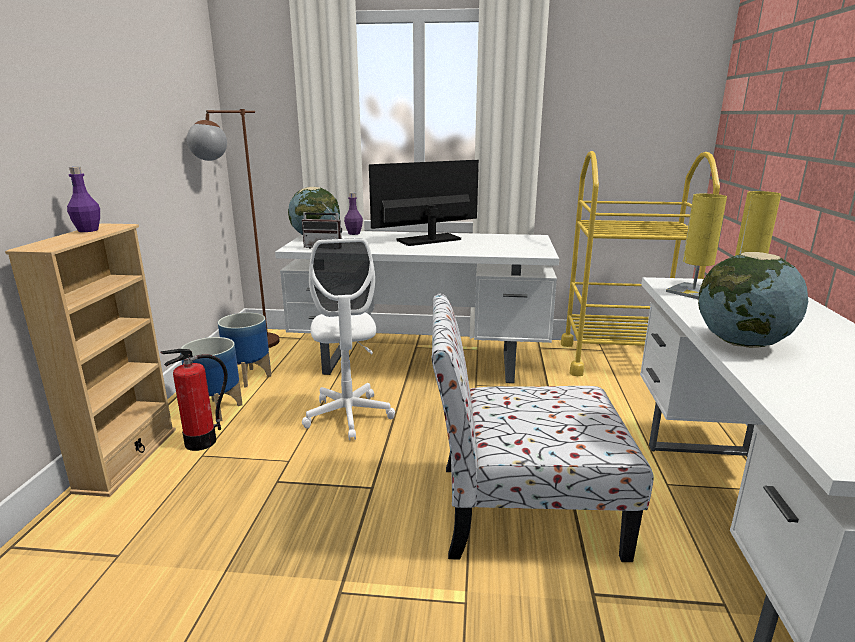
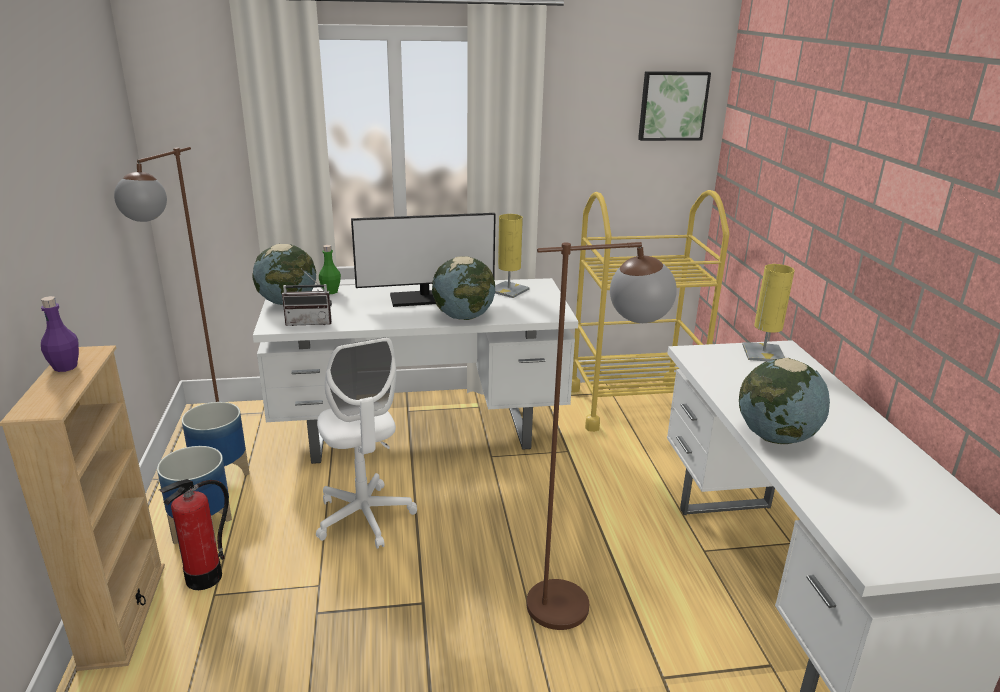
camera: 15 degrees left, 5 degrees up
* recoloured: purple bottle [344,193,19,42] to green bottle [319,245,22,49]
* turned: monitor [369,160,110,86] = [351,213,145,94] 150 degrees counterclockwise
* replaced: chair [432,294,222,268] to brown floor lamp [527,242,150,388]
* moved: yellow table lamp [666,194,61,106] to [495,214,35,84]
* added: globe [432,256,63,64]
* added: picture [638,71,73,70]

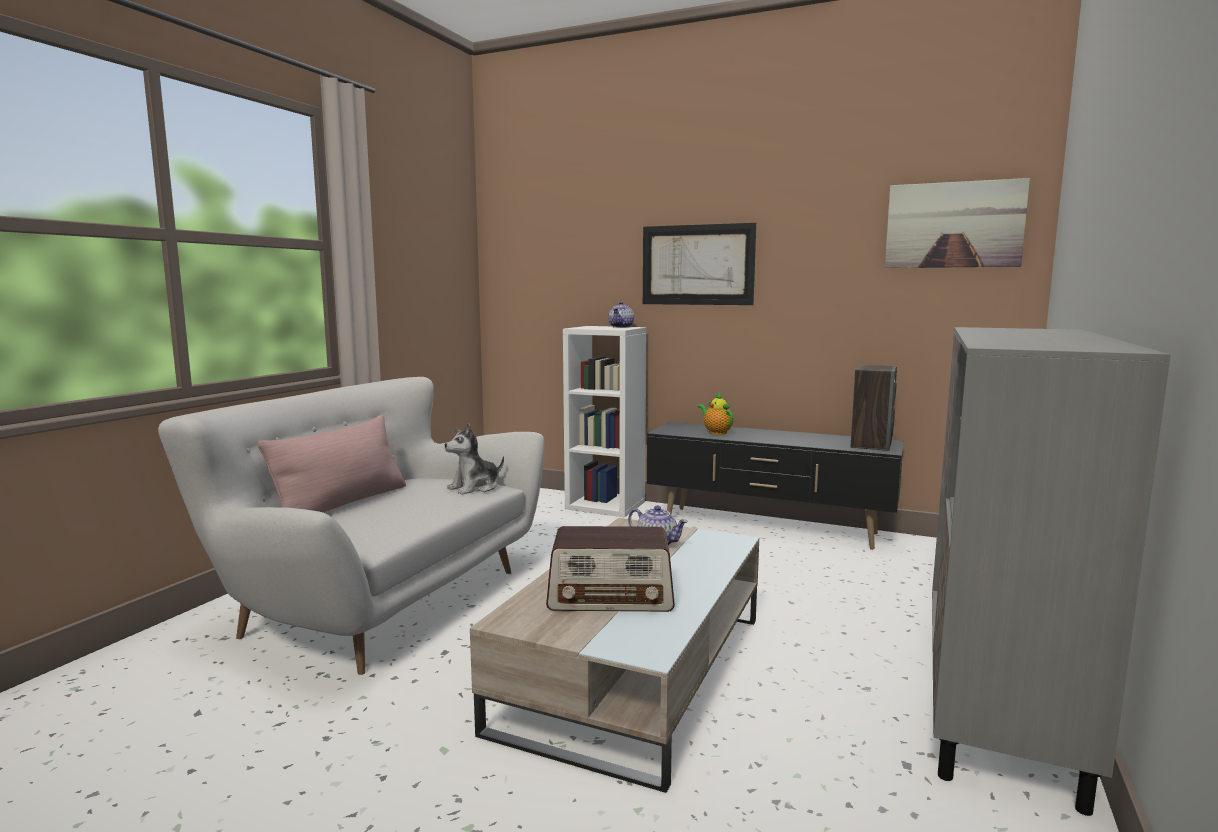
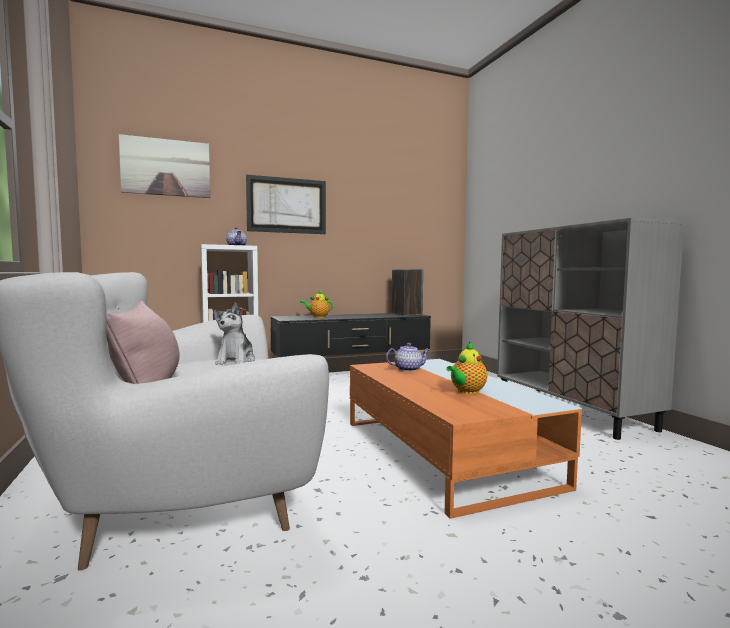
camera: 45 degrees left, 5 degrees down
* recoloured: beige coffee table [470,518,289,275] to orange coffee table [350,359,232,160]
* replaced: radio [546,526,129,86] to teapot [446,342,41,52]
* moved: picture [885,178,145,90] to [119,134,91,64]

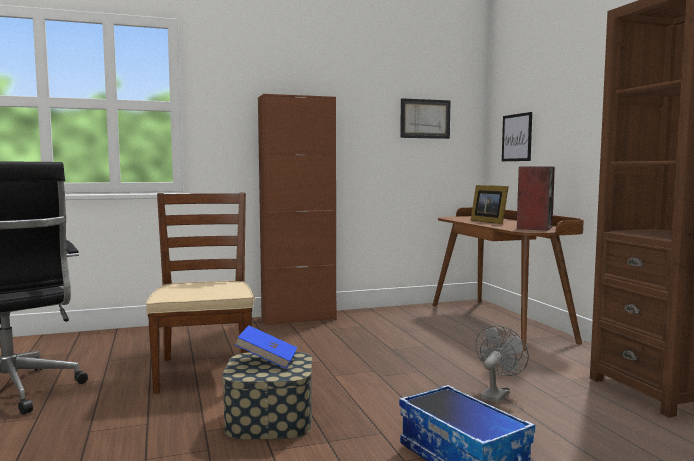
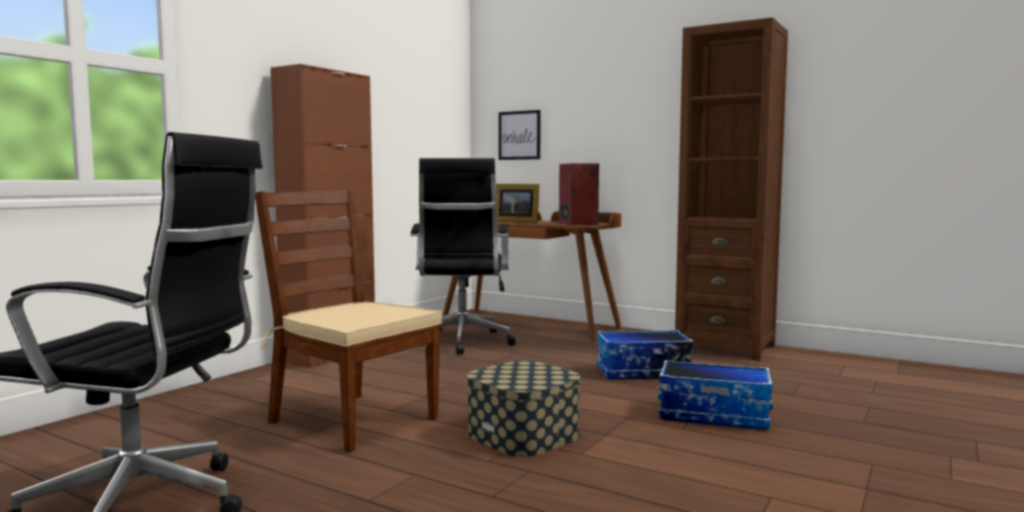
camera: 40 degrees left, 0 degrees up
* removed: blue book [234,326,63,43]
* removed: picture [400,98,50,41]
* replaced: grey fan [475,325,54,78] to storage box [597,330,97,50]
* added: black office chair [410,158,106,197]

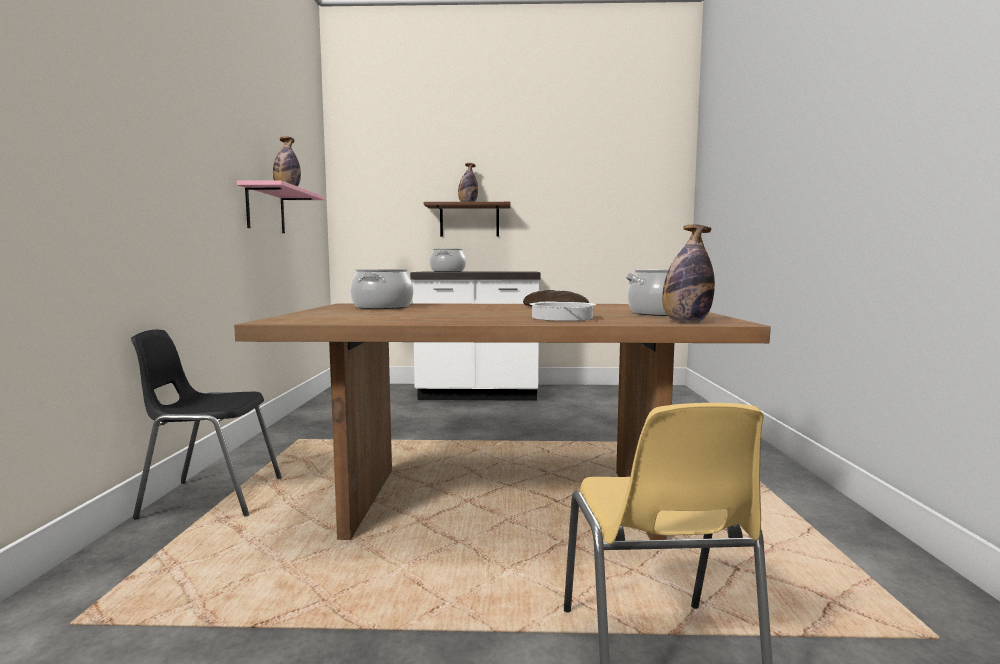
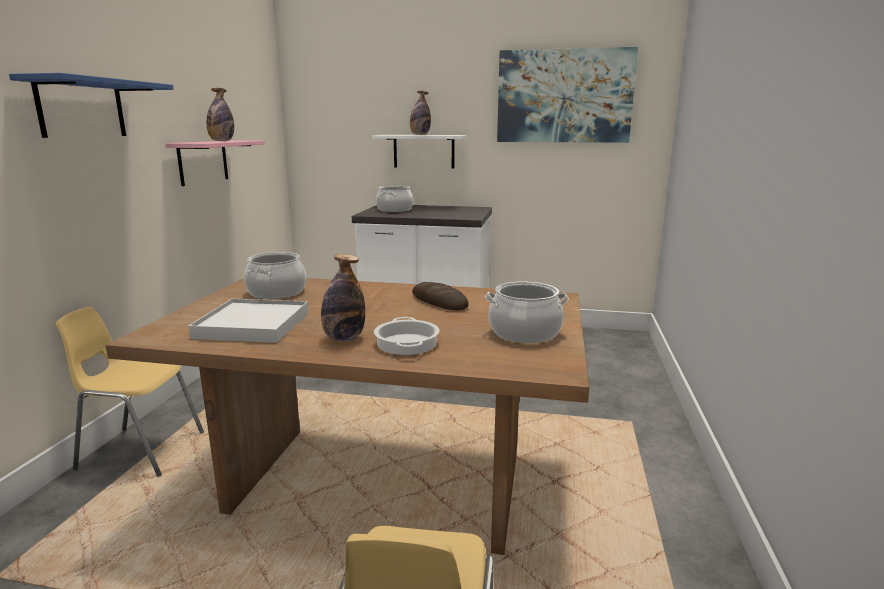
camera: 10 degrees right, 10 degrees up
* recoloured: black chair [131,330,151,189] to yellow chair [56,307,148,170]
* recoloured: brown shelf [424,202,87,34] to white shelf [372,135,95,33]
* moved: bottle [662,225,53,97] to [321,254,44,87]
* added: blue shelf [9,73,165,65]
* added: white tray [188,299,121,44]
* added: picture [497,47,141,96]

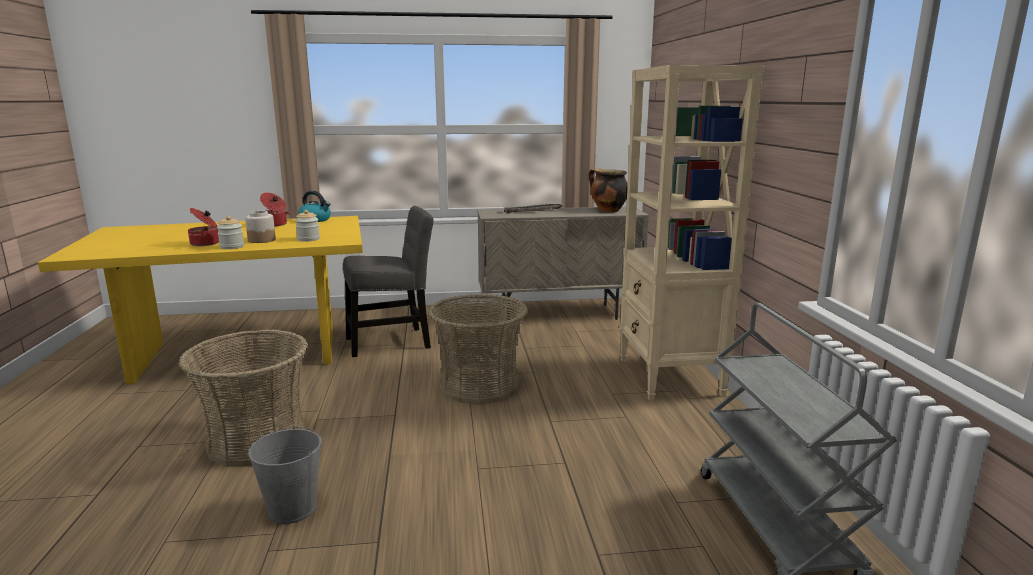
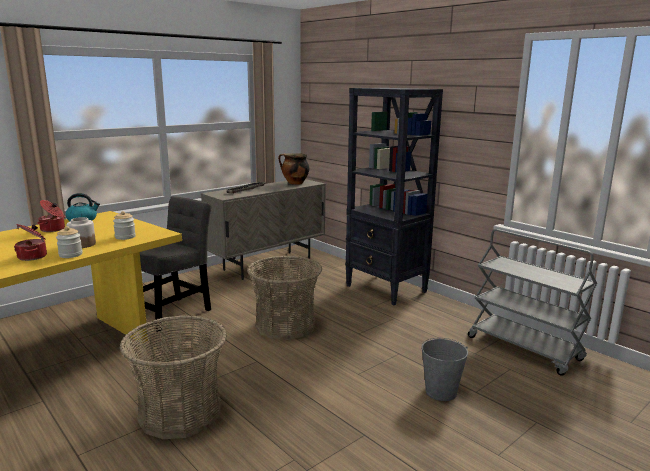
camera: 35 degrees left, 0 degrees up
* moved: grey bucket [248,427,74,97] to [421,338,47,63]
* recoloured: beige bookcase [619,65,145,336] to black bookcase [345,88,98,218]

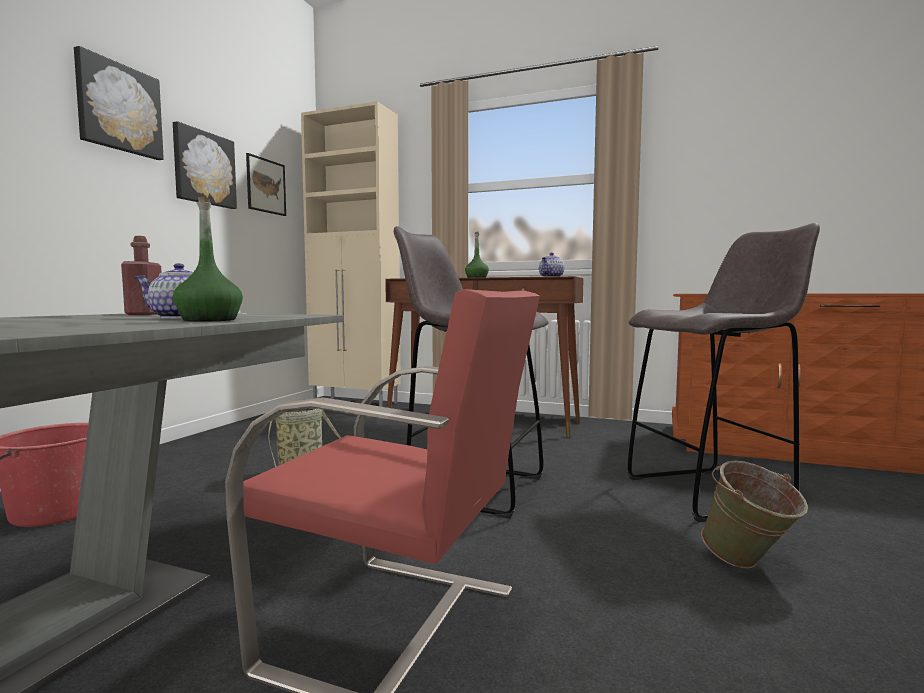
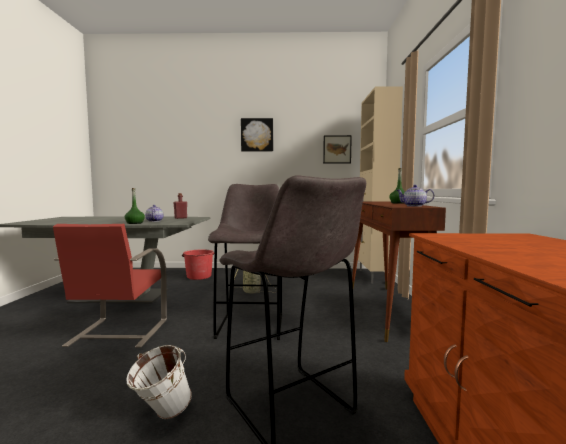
camera: 70 degrees right, 0 degrees up
* removed: picture [173,121,64,88]
* recoloured: green bucket [701,460,107,109] to white bucket [126,345,66,74]

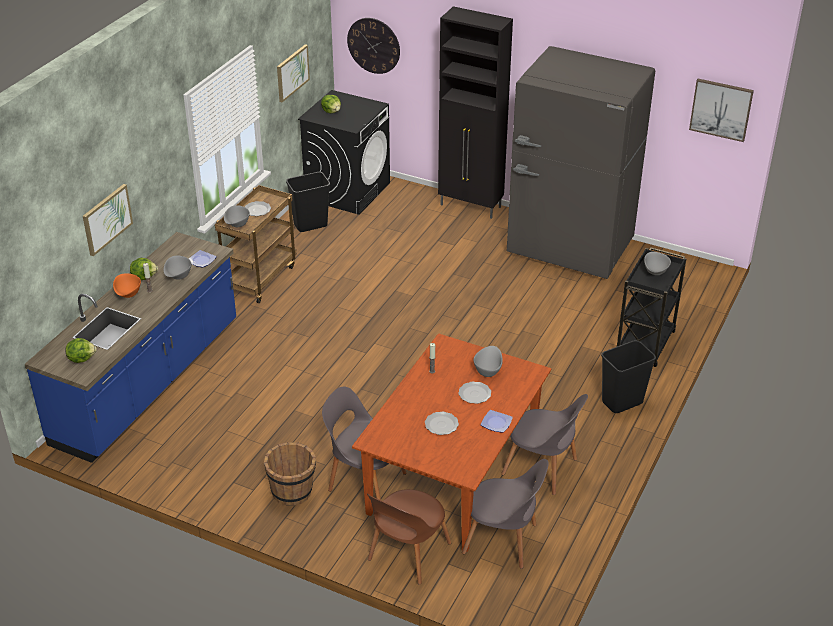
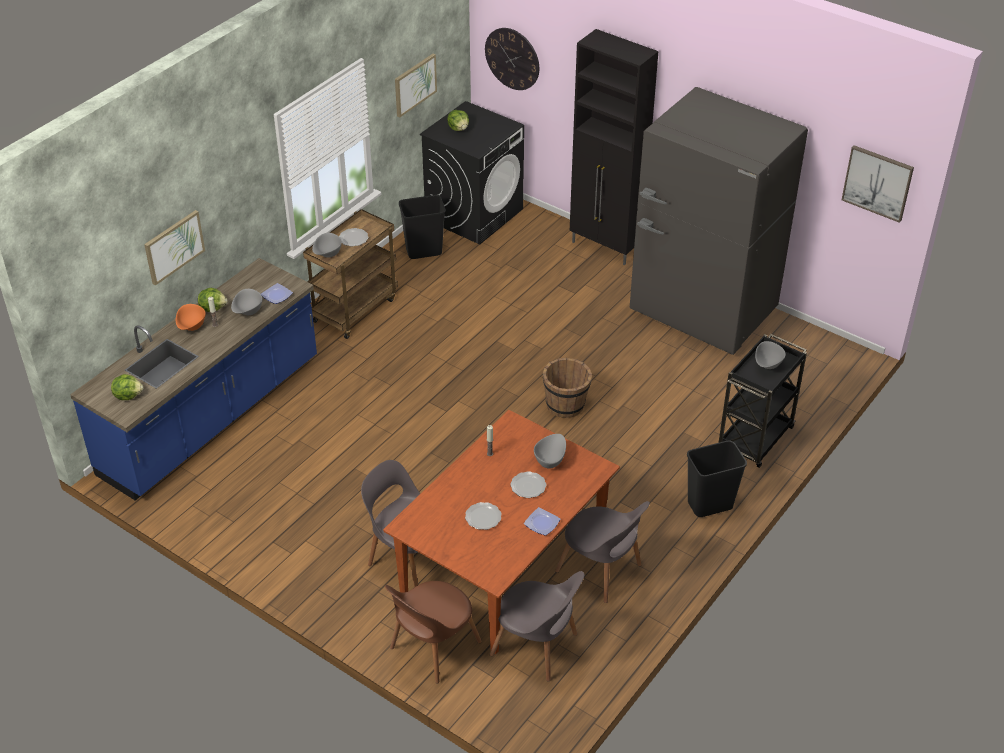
camera: 10 degrees right, 5 degrees up
* moved: brown bucket [264,442,52,64] to [543,358,49,60]

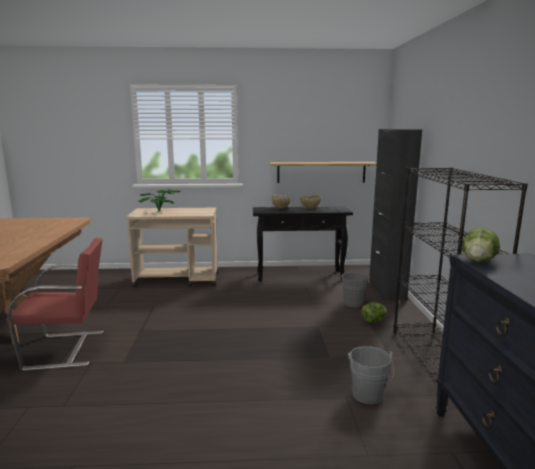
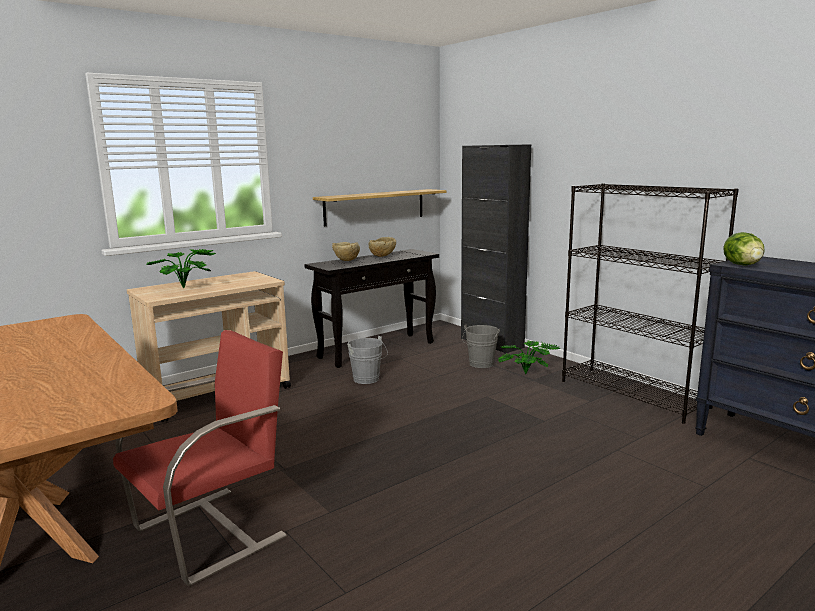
camera: 35 degrees left, 0 degrees up
* moved: grey bucket [348,346,46,58] to [347,336,41,48]
* replaced: lettuce [361,302,26,21] to potted plant [498,340,62,34]

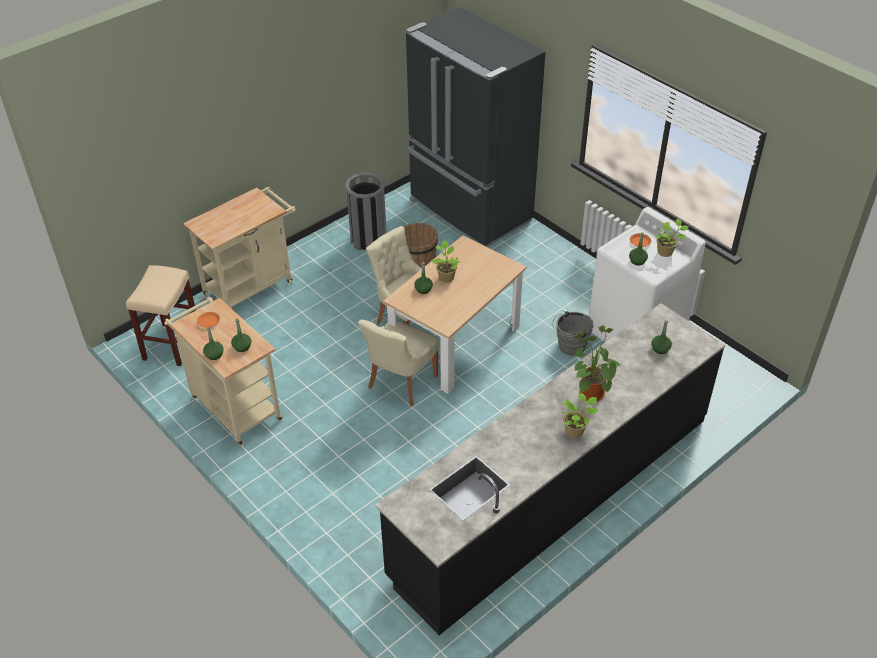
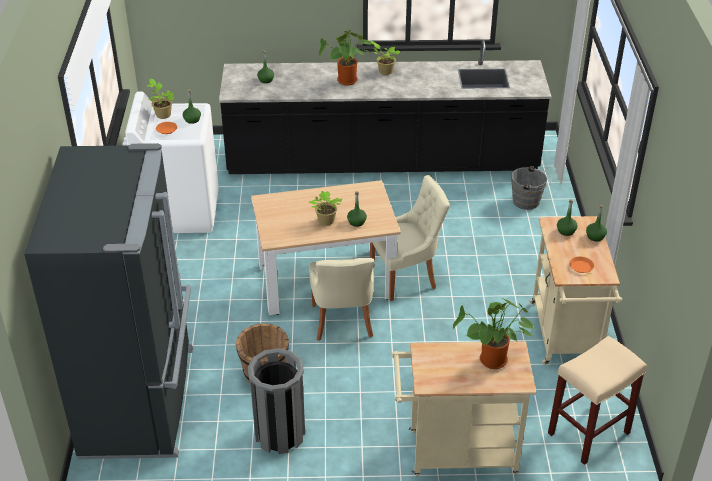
camera: 140 degrees left, 5 degrees down
* moved: grey bucket [552,311,42,45] to [511,166,40,44]
* added: potted plant [453,298,81,71]

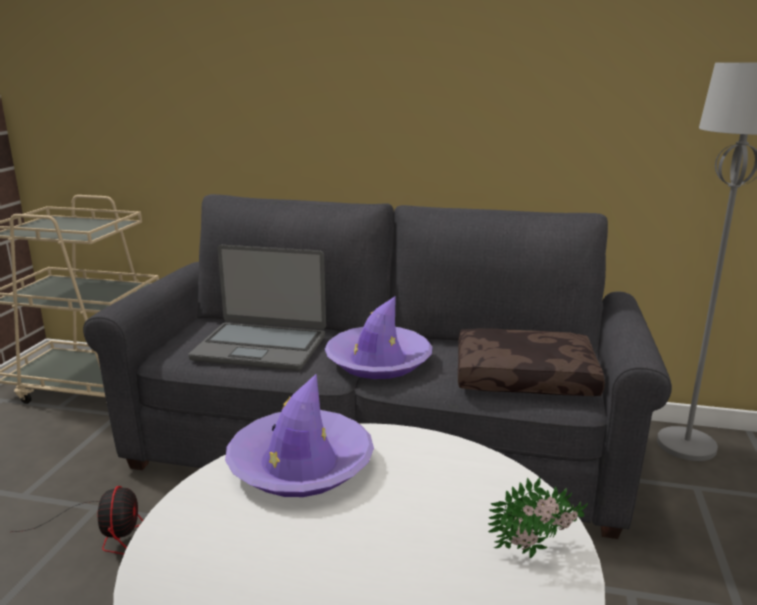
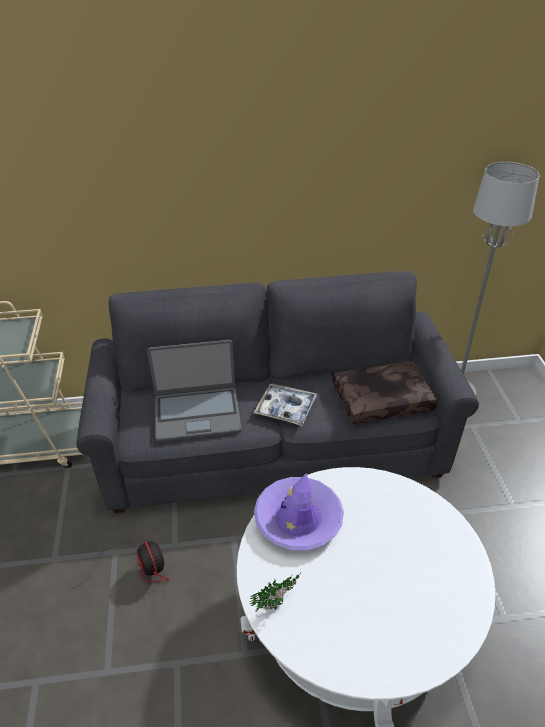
camera: 20 degrees left, 20 degrees up
* replaced: purple hat [325,296,107,83] to tray [254,384,63,42]
* moved: potted plant [488,477,100,81] to [249,573,52,39]

